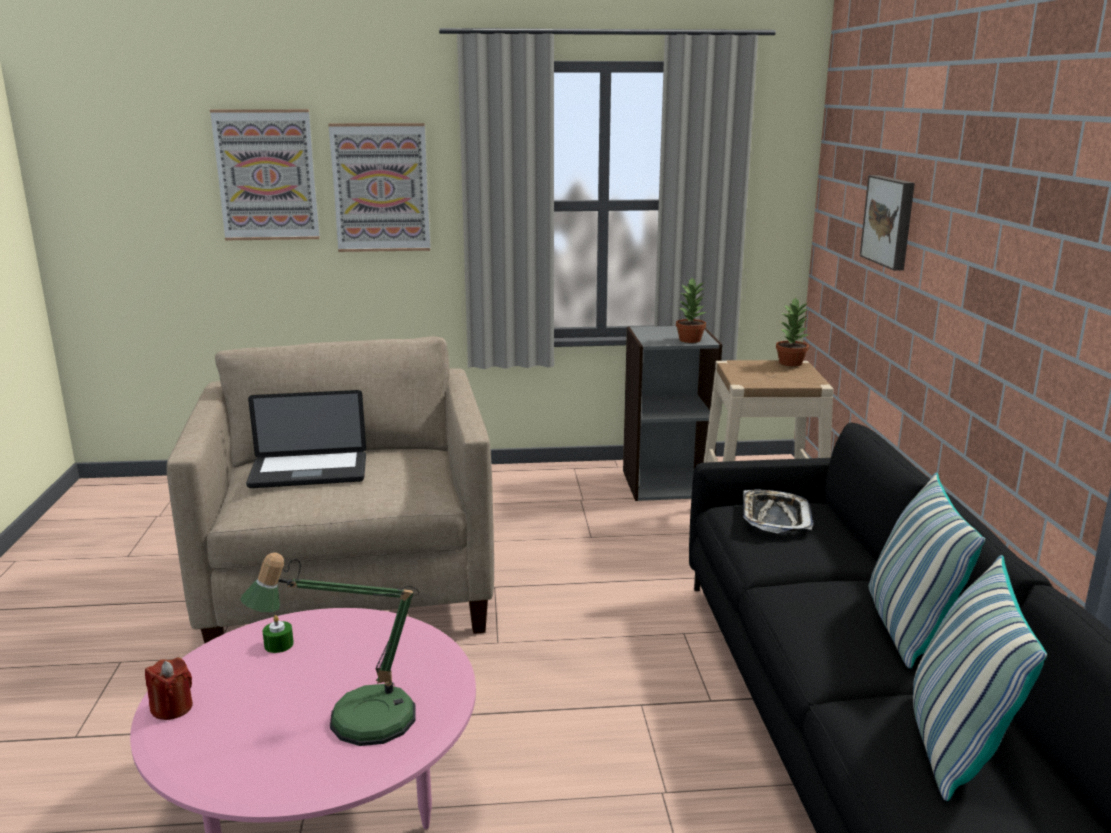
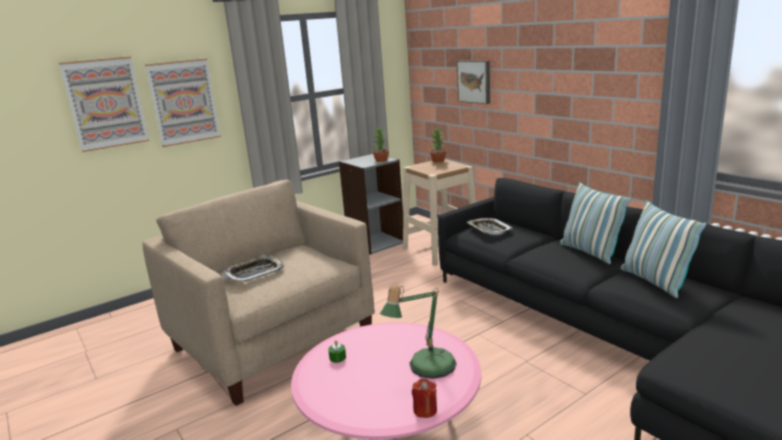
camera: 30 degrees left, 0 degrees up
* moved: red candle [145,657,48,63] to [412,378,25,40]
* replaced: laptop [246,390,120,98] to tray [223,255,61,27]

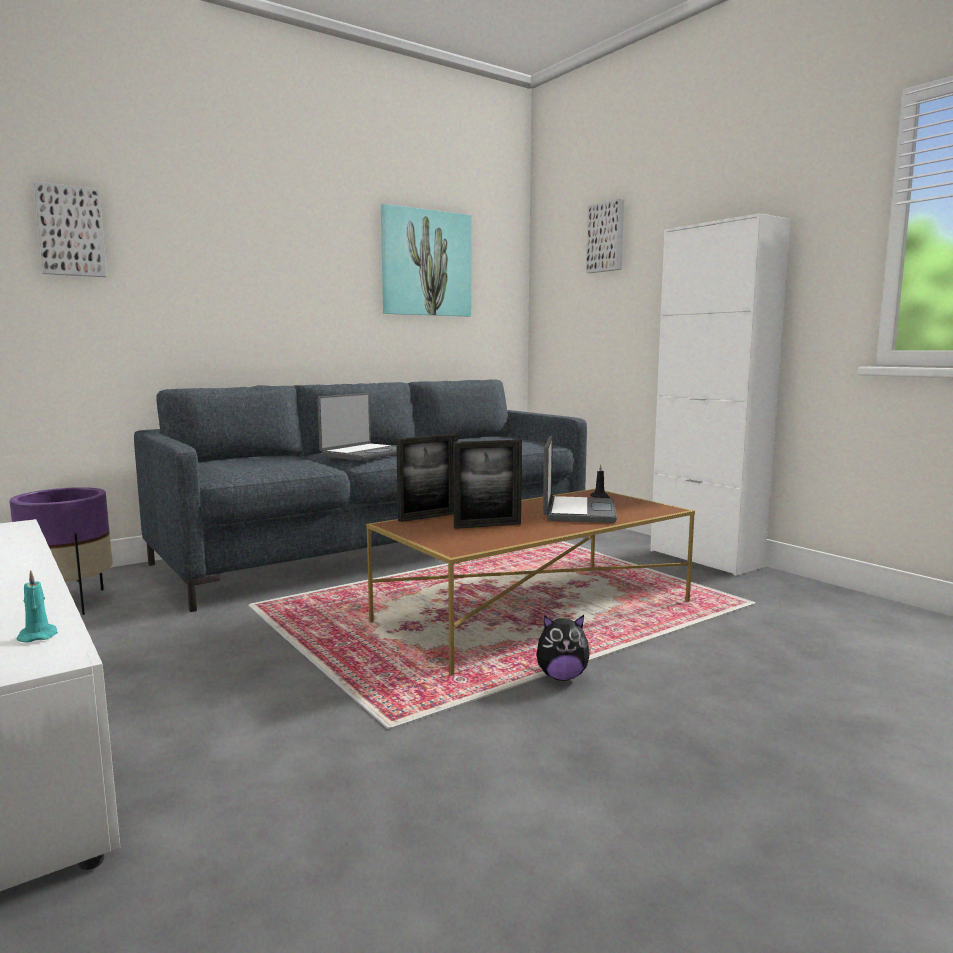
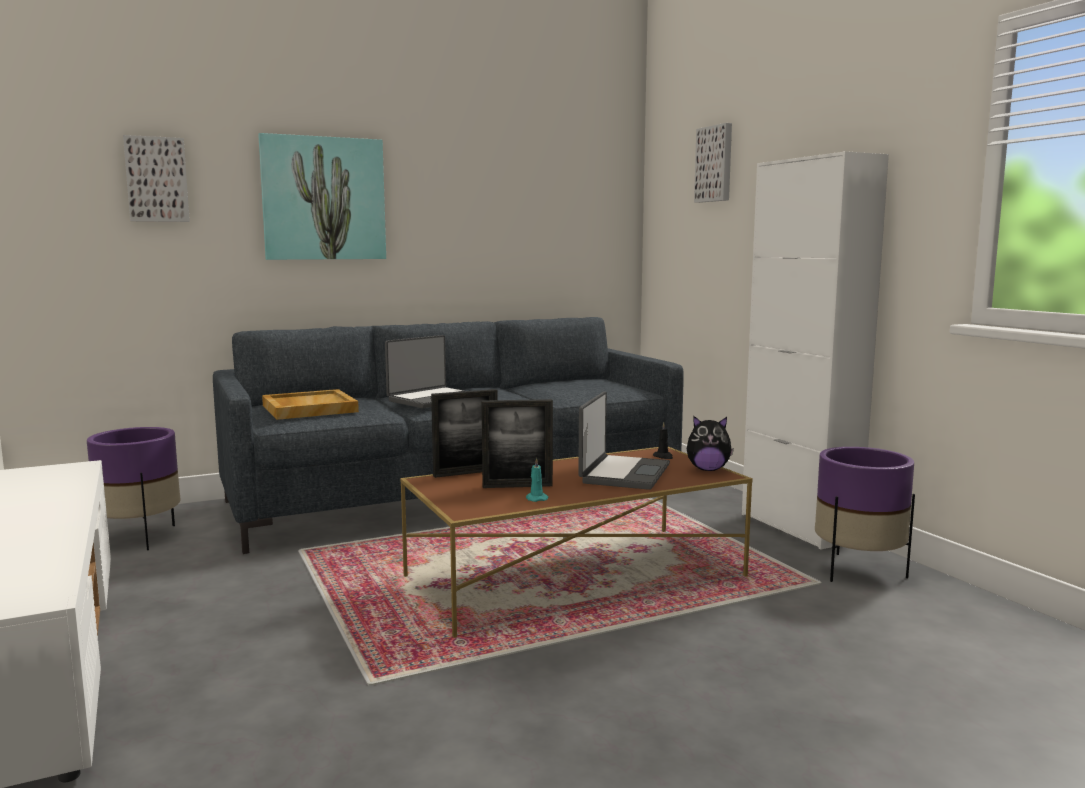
camera: 10 degrees right, 0 degrees up
* moved: turquoise candle [17,570,41,72] to [526,458,23,44]
* moved: picture [381,204,90,112] to [258,133,128,127]
* moved: plush toy [536,615,55,66] to [687,416,47,55]
* added: beige tray [262,389,97,31]
* added: purple planter [815,447,100,135]

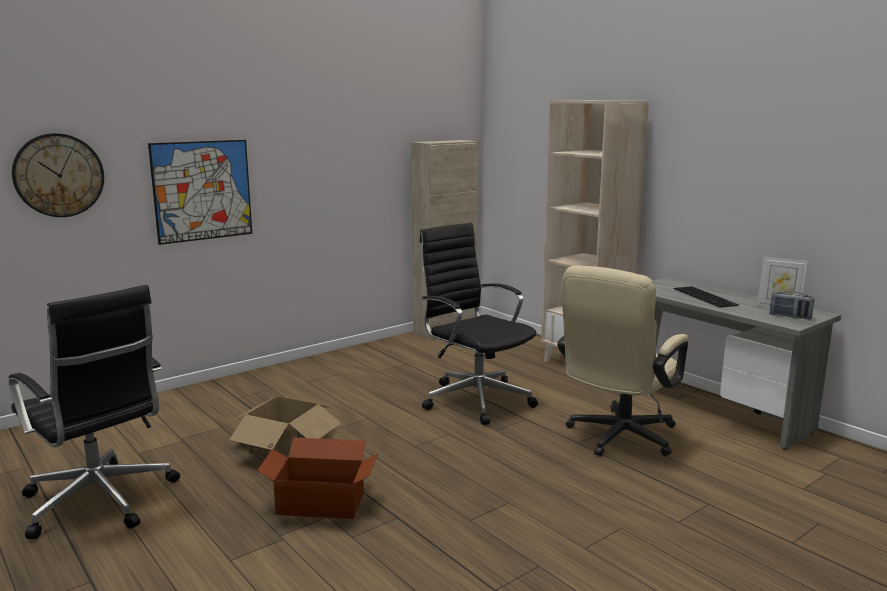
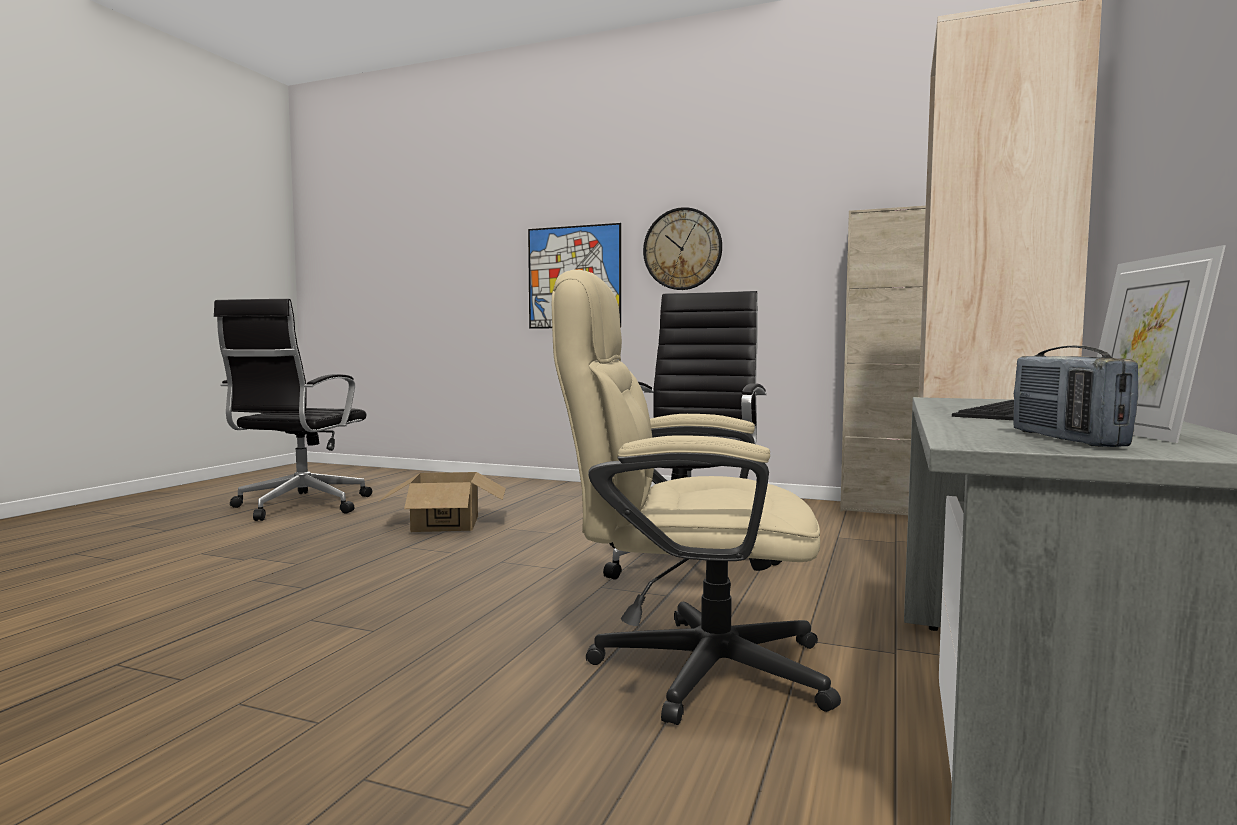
camera: 60 degrees right, 10 degrees down
* moved: wall clock [12,133,92,84] to [643,207,79,83]
* removed: cardboard box [257,437,121,82]

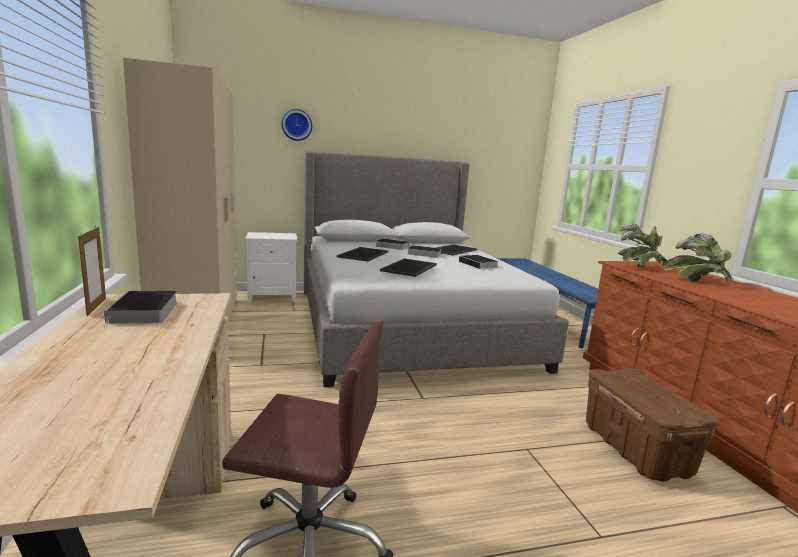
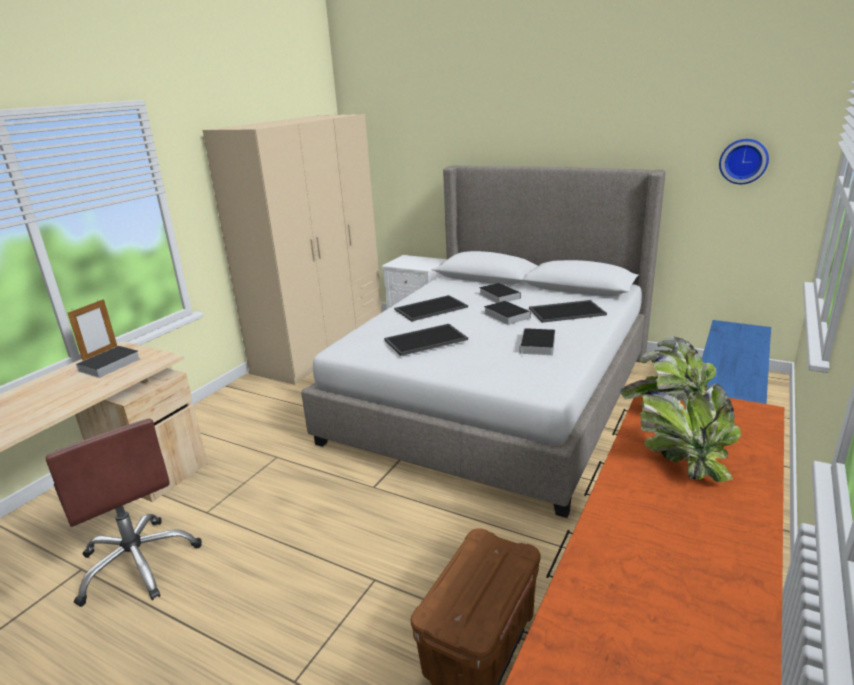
camera: 45 degrees right, 10 degrees up
* moved: wall clock [281,109,31,32] to [719,139,50,45]

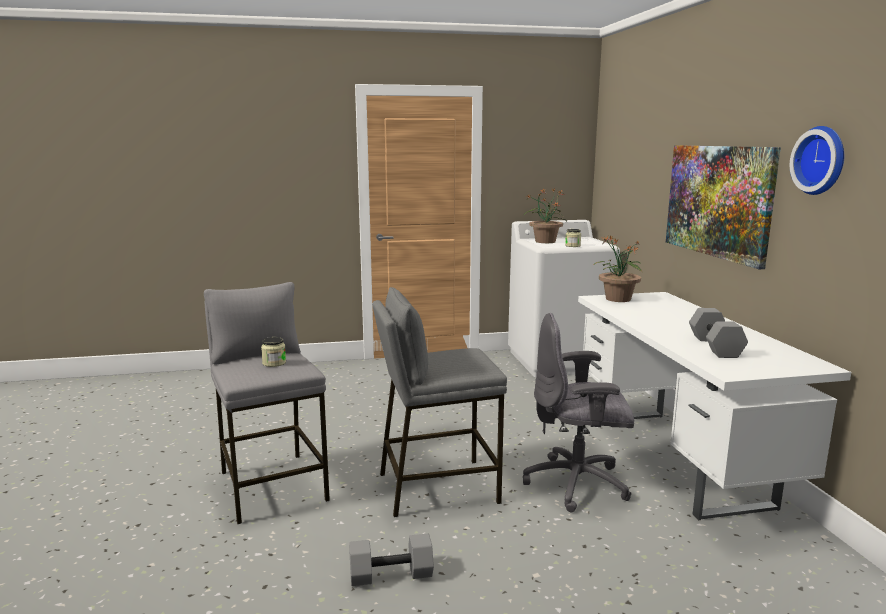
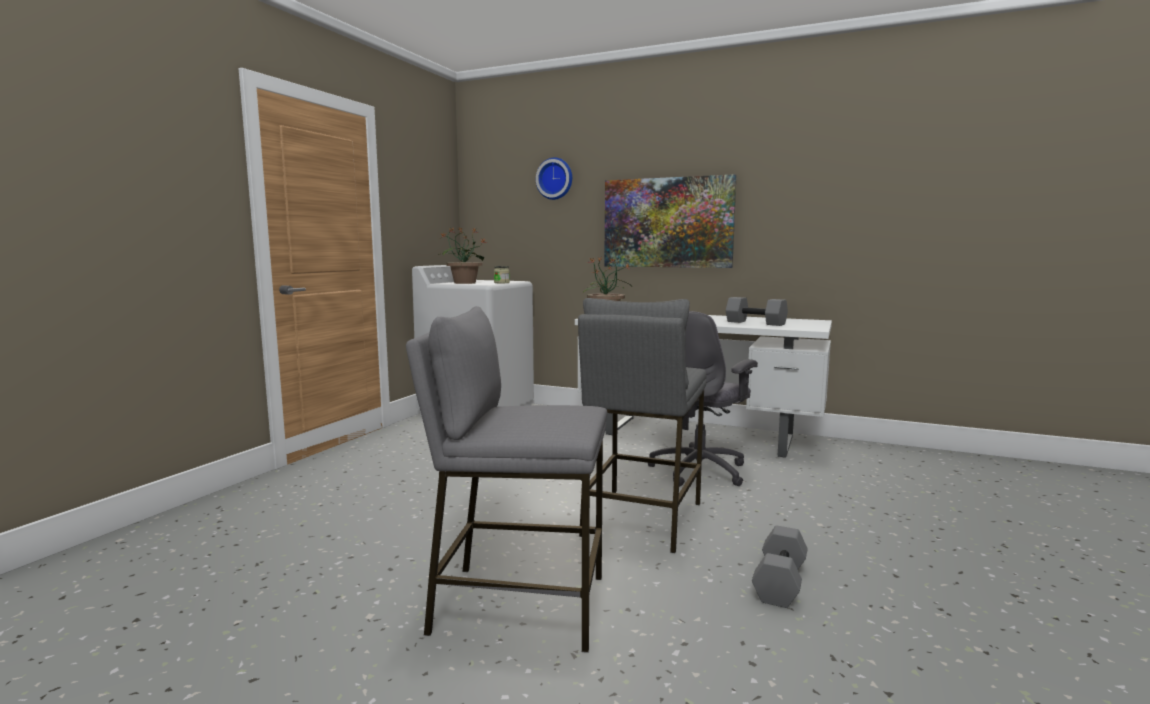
camera: 55 degrees left, 5 degrees down
* removed: jar [261,337,25,30]
* moved: wall clock [790,126,54,69] to [536,157,36,43]

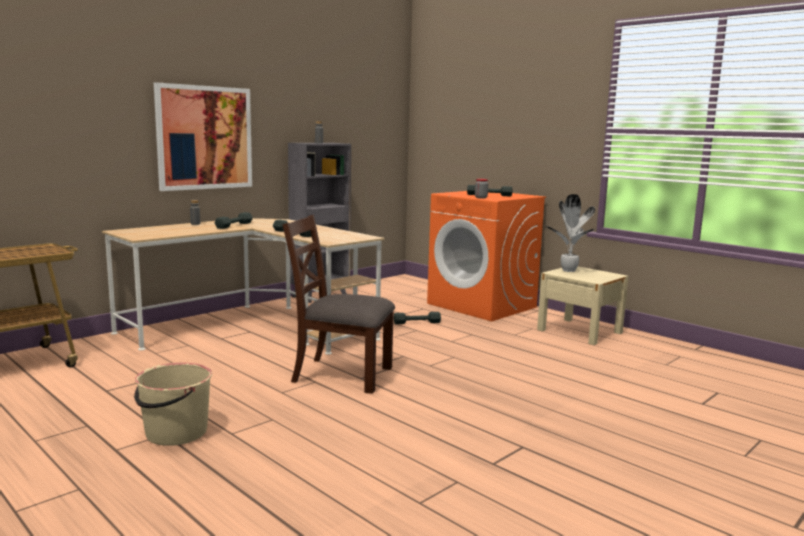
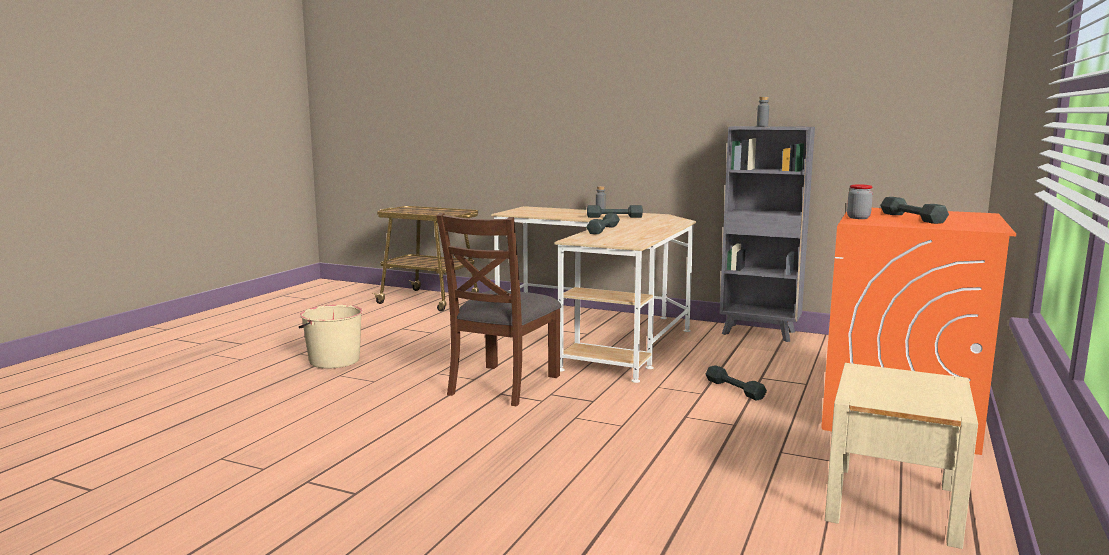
camera: 70 degrees right, 0 degrees up
* removed: picture [154,82,98,109]
* turned: brown chair [283,214,112,180] = [436,213,126,193] 150 degrees counterclockwise
* removed: potted plant [546,194,49,78]

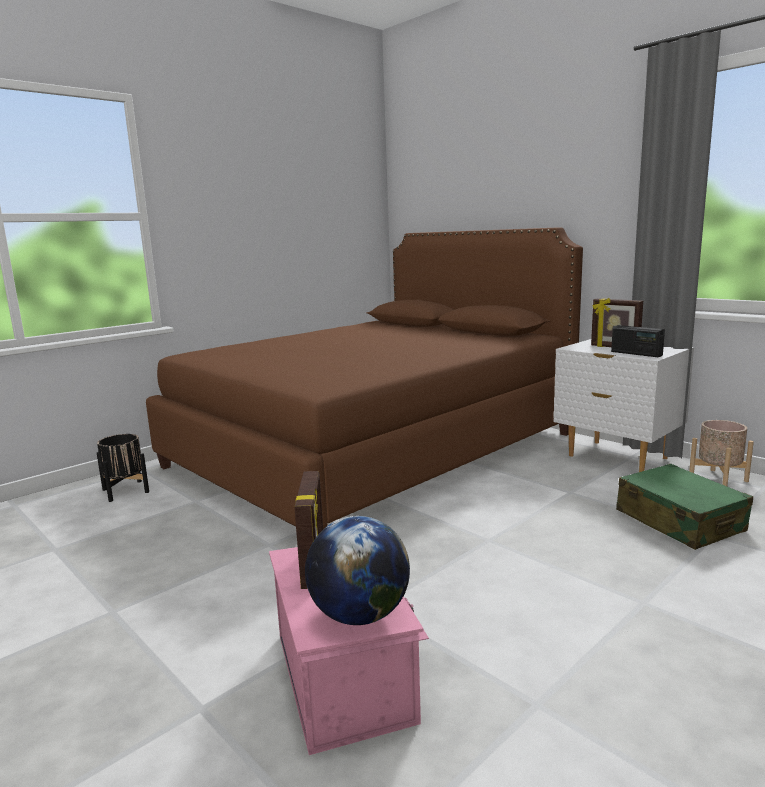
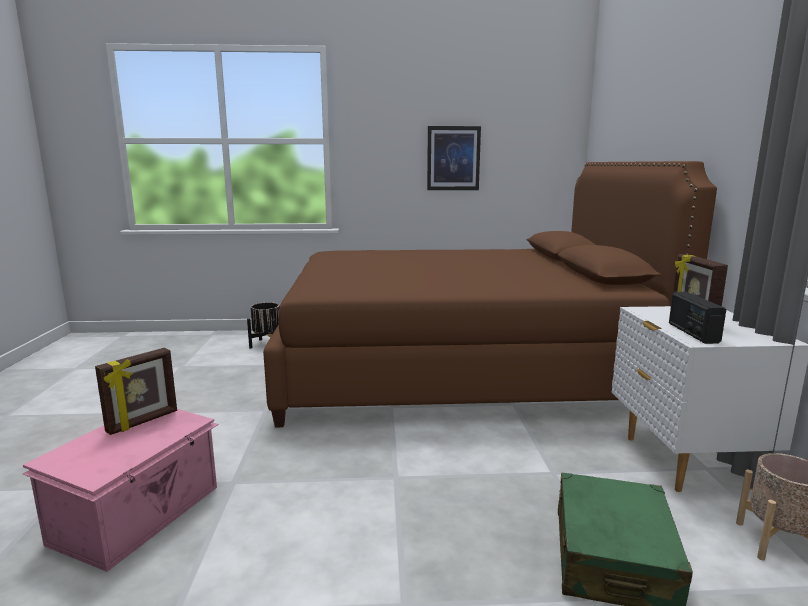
camera: 40 degrees right, 0 degrees up
* removed: globe [305,516,105,109]
* added: picture [427,126,54,64]

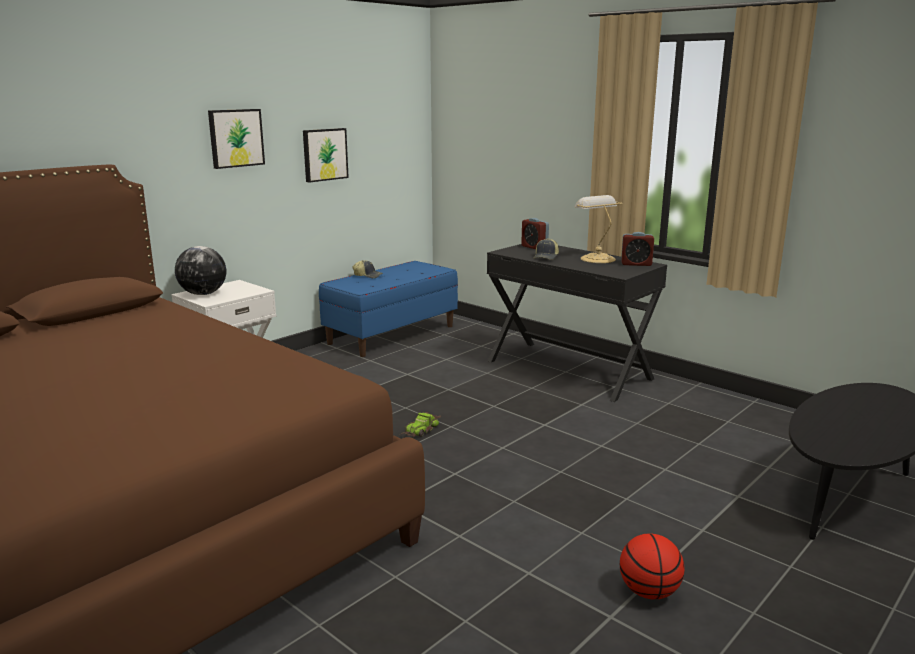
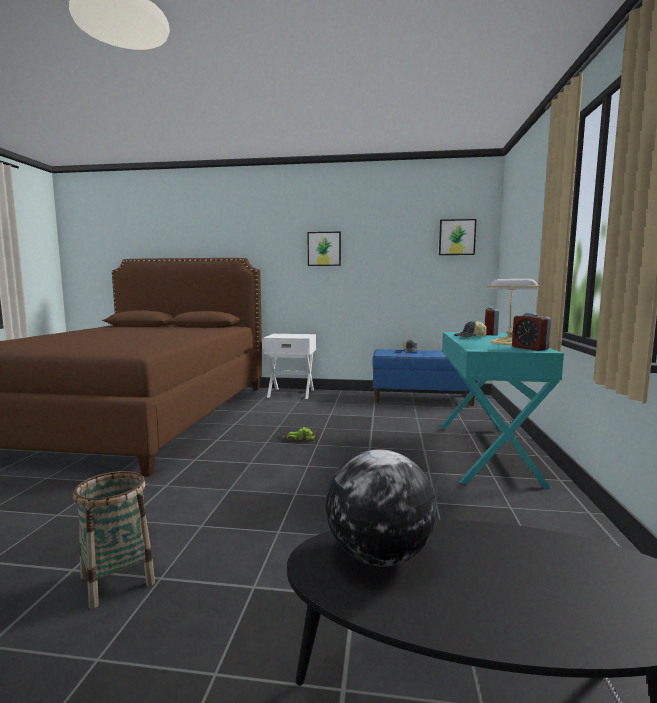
camera: 55 degrees right, 10 degrees down
* moved: globe [175,246,51,49] to [325,449,111,118]
* moved: picture [303,128,46,55] to [439,219,37,36]
* recoloured: black desk [487,244,180,158] to turquoise desk [439,332,125,157]
* replaced: basketball [620,533,65,66] to basket [73,471,82,138]

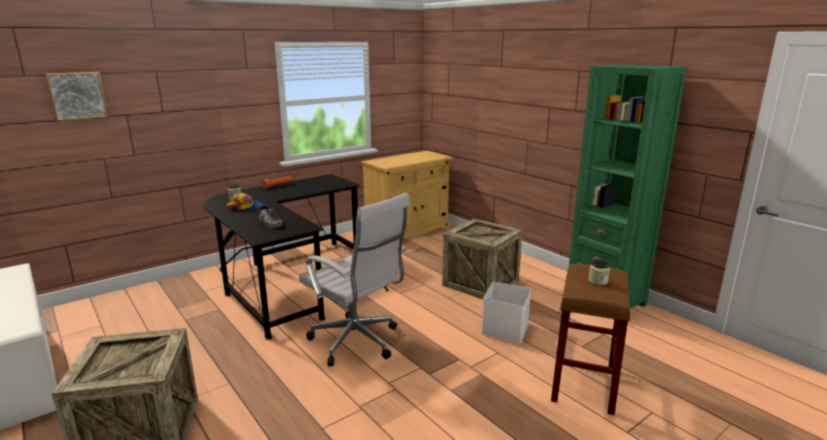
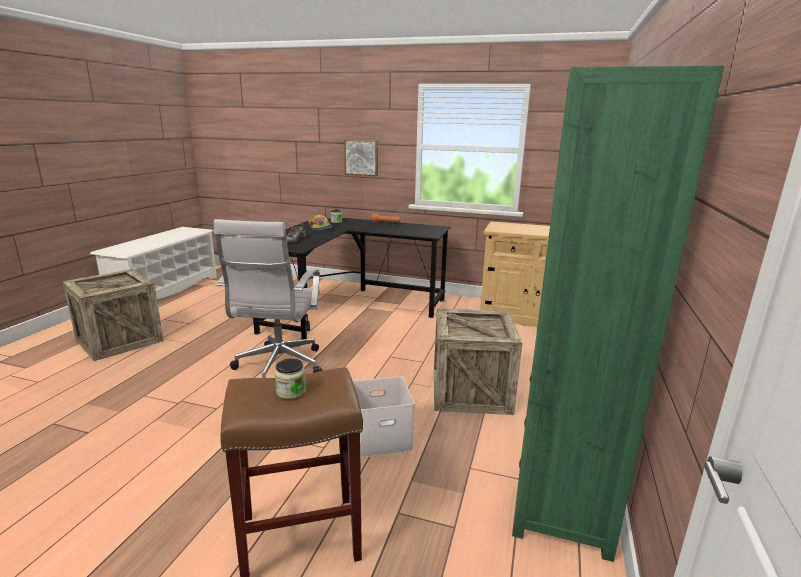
camera: 55 degrees right, 0 degrees up
* moved: picture [45,72,63,50] to [344,139,34,37]

